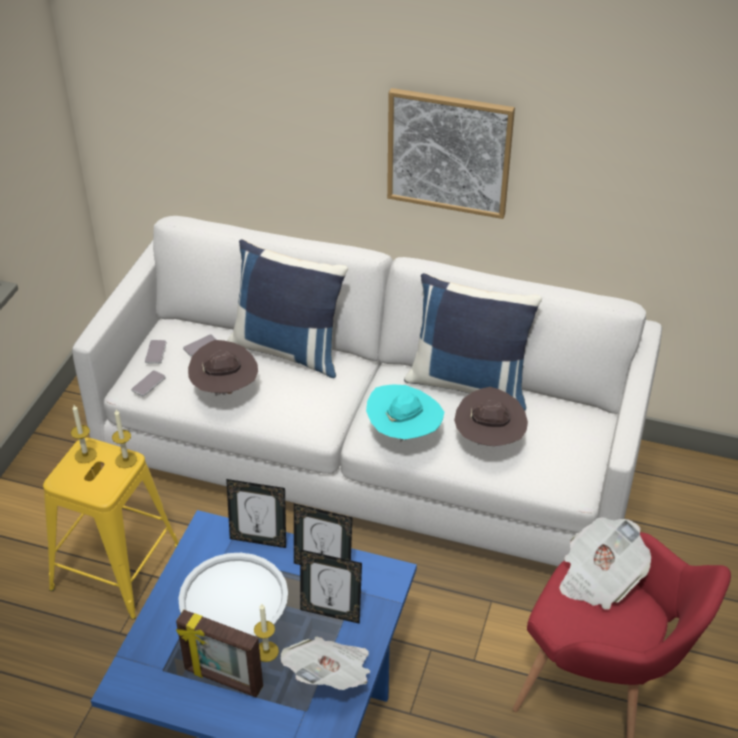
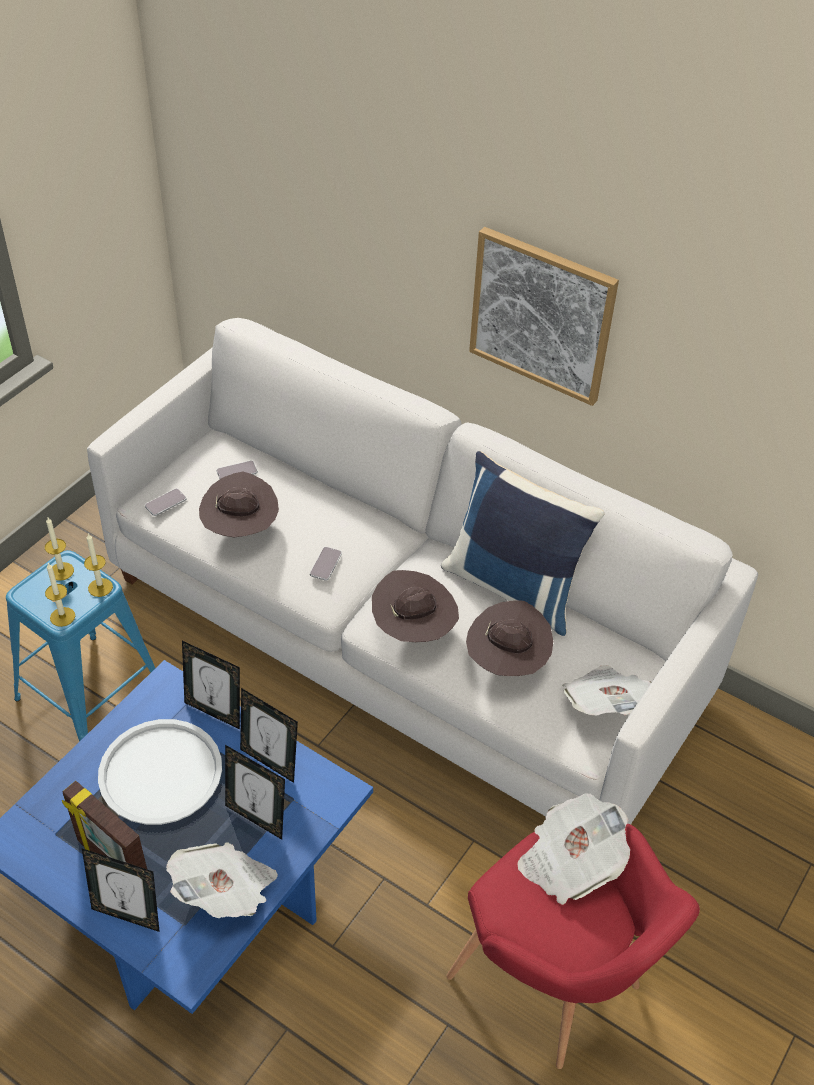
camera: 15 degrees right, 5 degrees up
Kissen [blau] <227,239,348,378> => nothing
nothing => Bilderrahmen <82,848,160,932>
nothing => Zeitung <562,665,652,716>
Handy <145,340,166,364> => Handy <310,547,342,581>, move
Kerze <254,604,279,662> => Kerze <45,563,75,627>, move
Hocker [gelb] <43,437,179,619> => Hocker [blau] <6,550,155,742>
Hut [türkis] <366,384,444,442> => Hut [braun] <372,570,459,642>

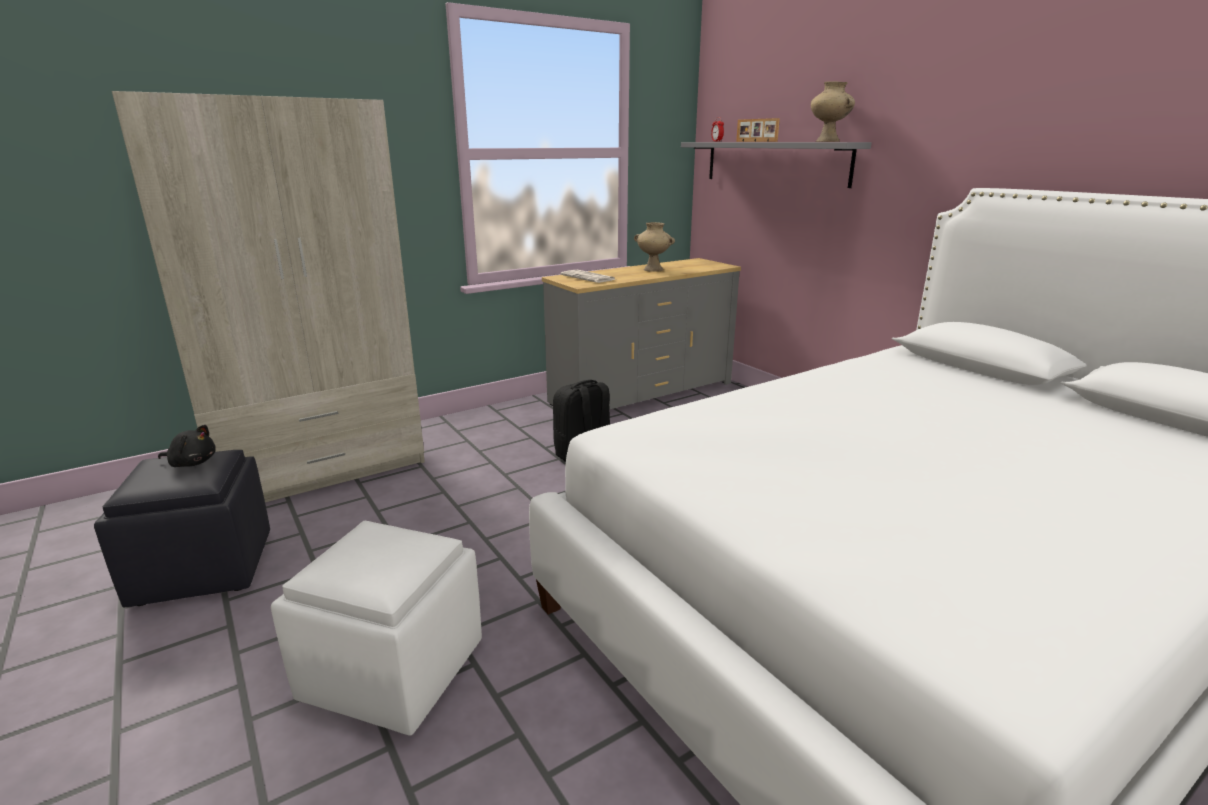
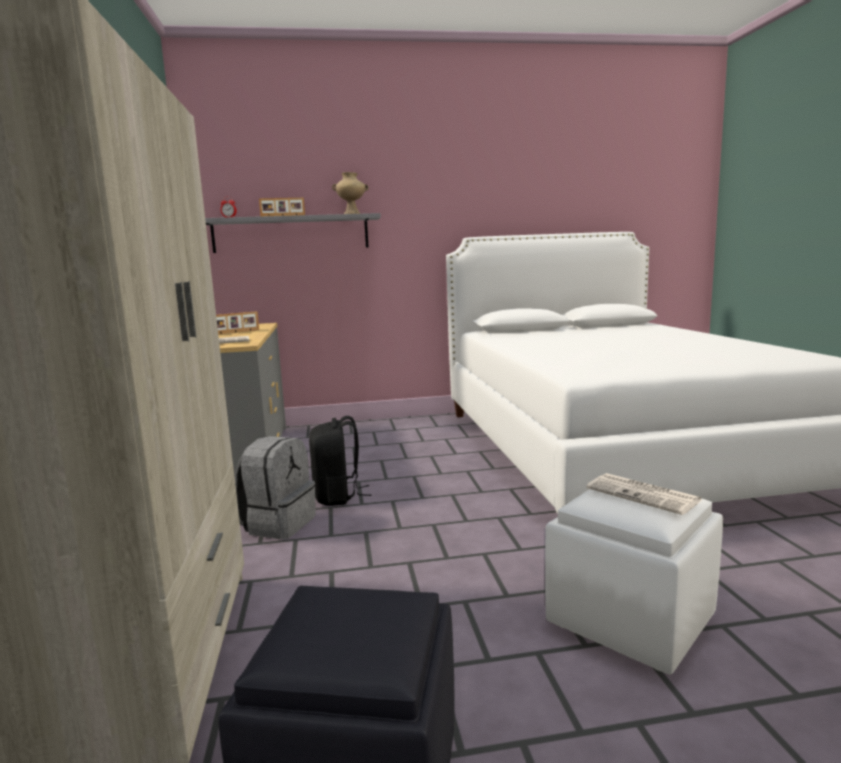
camera: 65 degrees left, 10 degrees down
Plüschtier [schwarz] <158,425,216,467> => nothing
nothing => Rucksack [grau] <235,436,316,539>
nothing => Zeitung <586,473,702,515>
Vase [beige] <634,222,675,272> => Bilderrahmen <216,311,259,334>

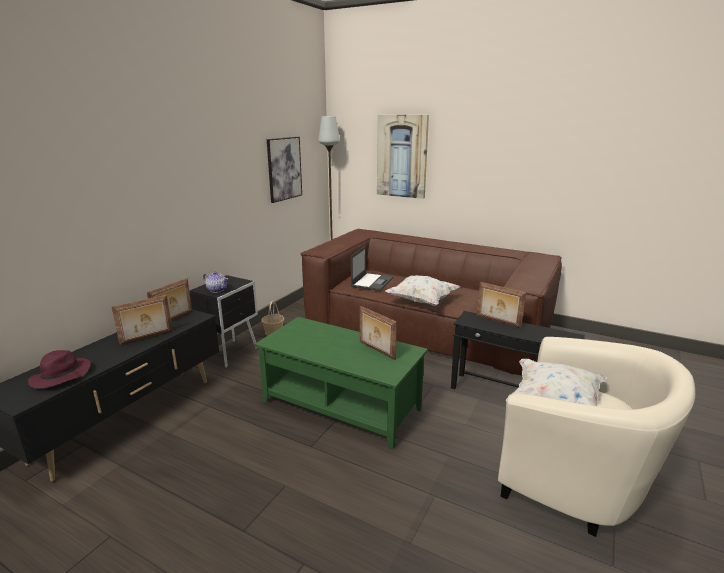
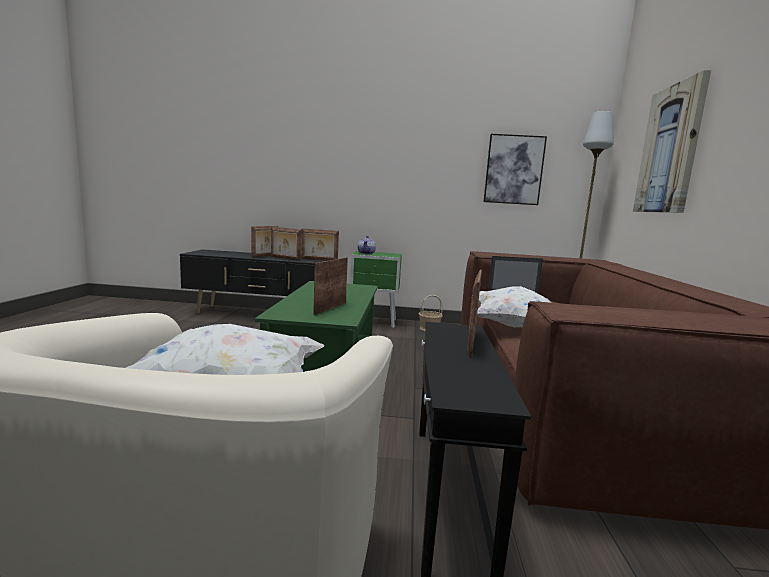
camera: 65 degrees right, 10 degrees down
Hut [lila] <28,350,91,389> => nothing
nothing => Bilderrahmen <251,226,278,258>
Nachttisch [schwarz] <189,275,258,368> => Nachttisch [grün] <350,251,402,328>

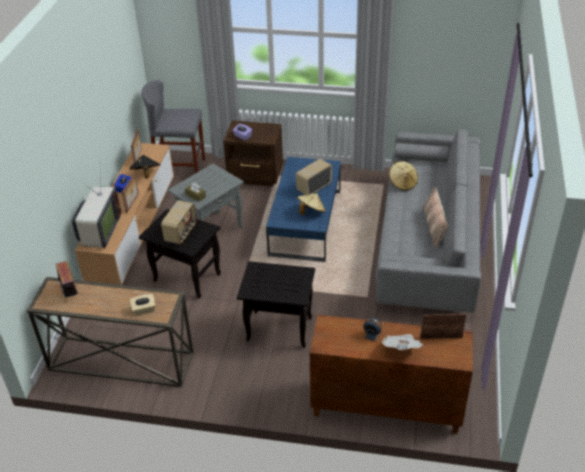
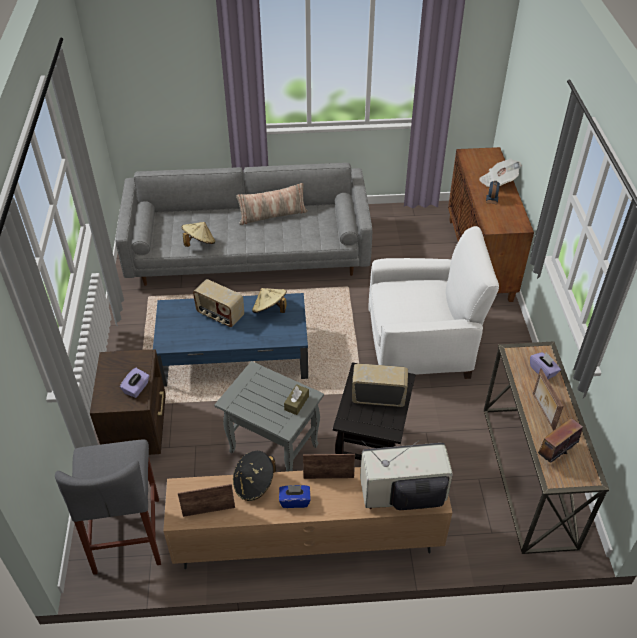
camera: 105 degrees left, 5 degrees up
Bilderrahmen <420,314,466,339> => Bilderrahmen <533,368,564,431>, move
Beistelltisch [schwarz] <237,261,315,348> => Sessel [weiß] <368,226,499,379>
Taschentuchbox [beige] <130,294,156,315> => Taschentuchbox [lila] <530,352,561,379>

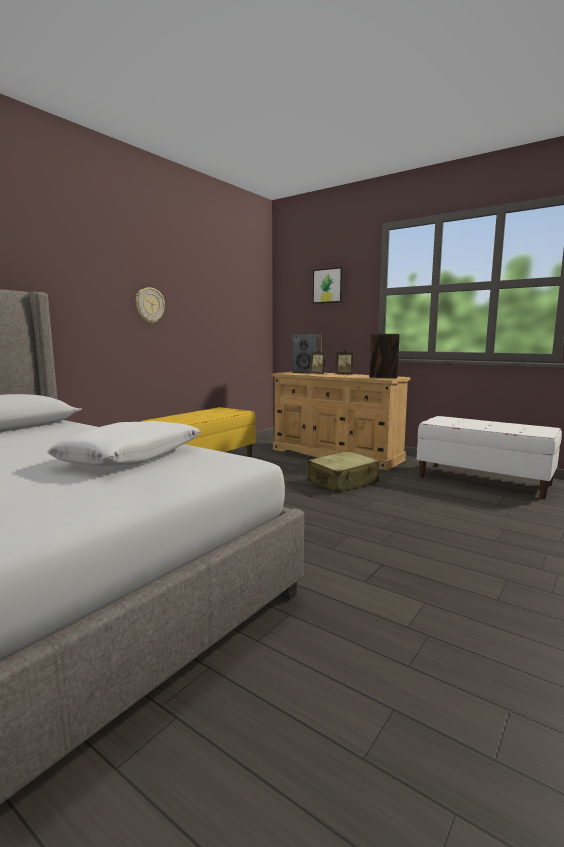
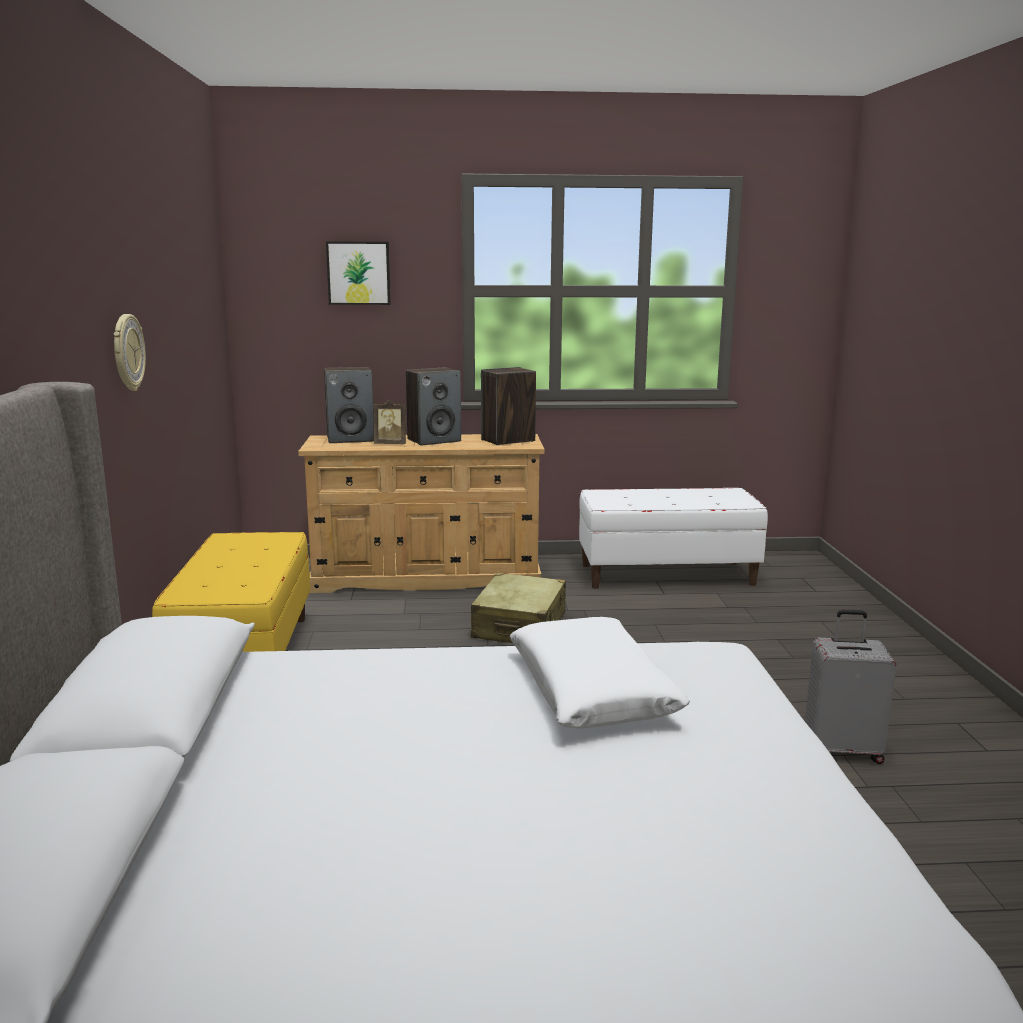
camera: 40 degrees left, 5 degrees up
nothing => Koffer [grau] <805,610,896,764>
Bilderrahmen <335,350,354,375> => Lautsprecher <406,367,461,446>

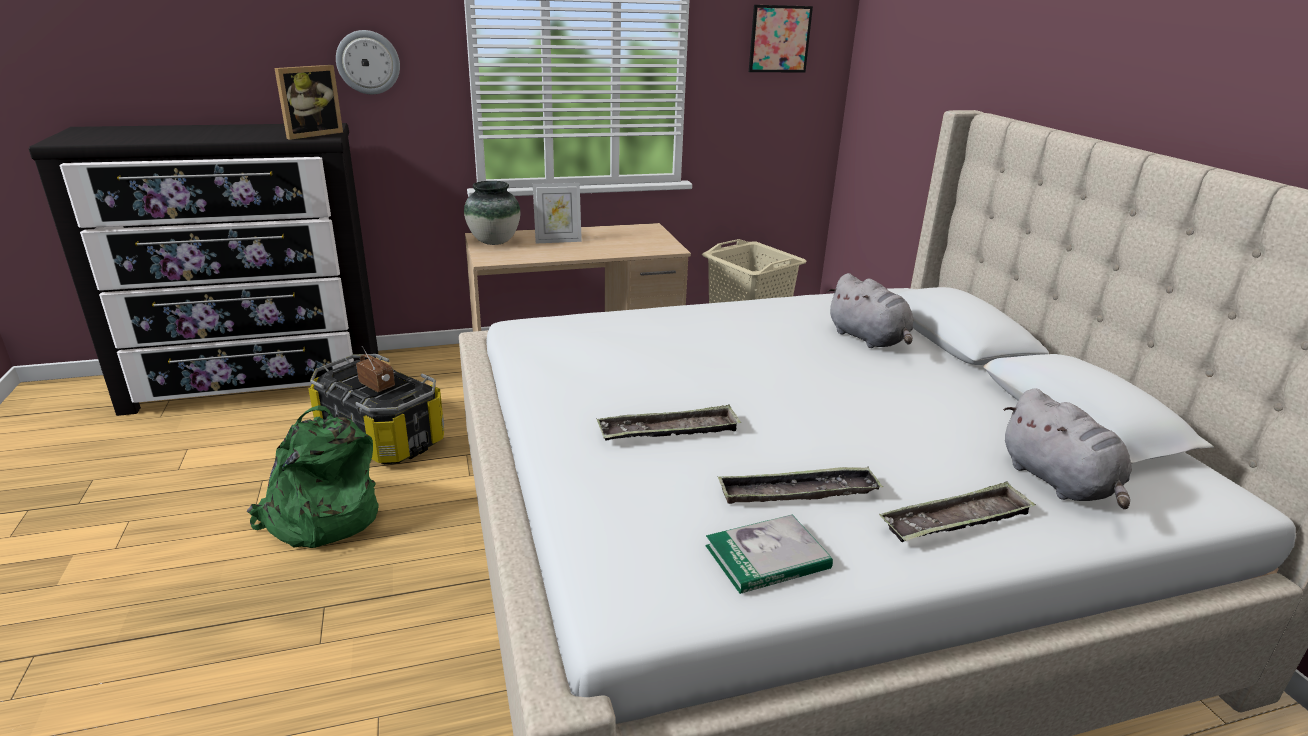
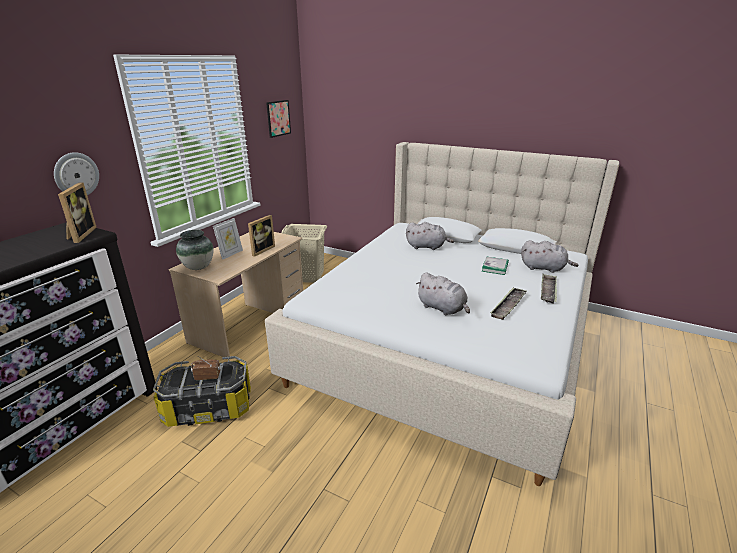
camera: 45 degrees left, 0 degrees up
Rucksack [grün] <247,405,379,548> => nothing
nothing => Bilderrahmen <248,215,275,257>
Buch <705,514,833,594> => Buch <482,256,509,275>, move
Tablett <597,404,741,440> => Plüschtier [grau] <416,273,470,315>

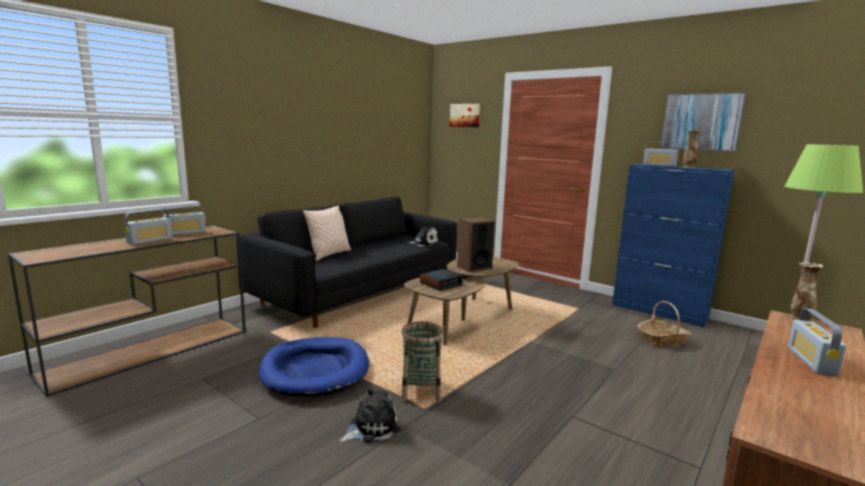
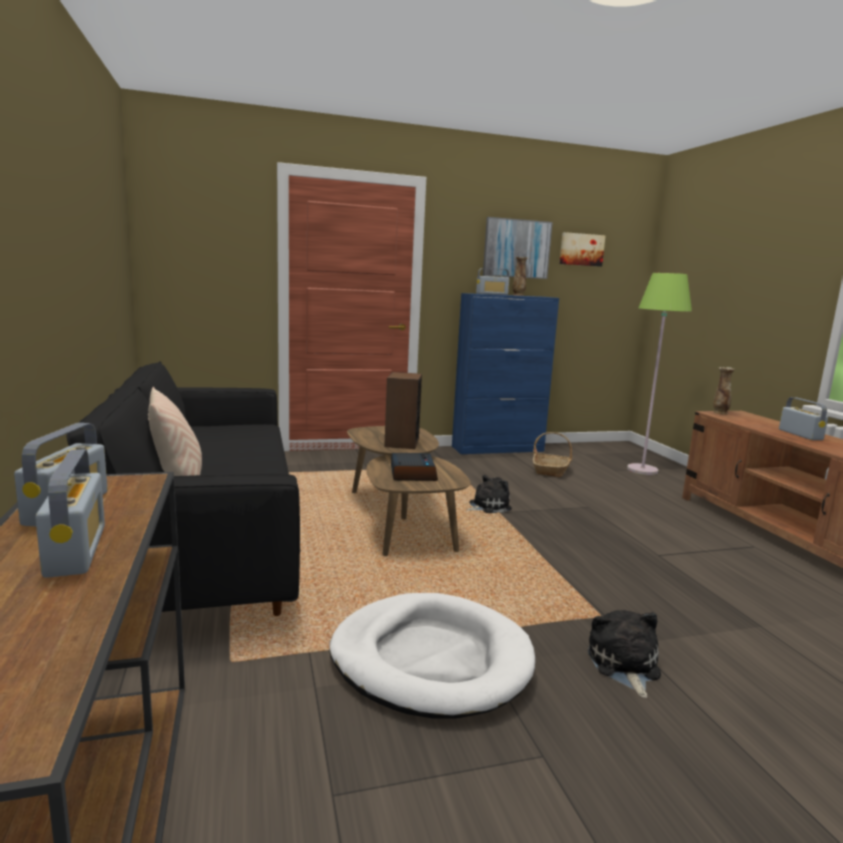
camera: 55 degrees left, 0 degrees up
Korb <401,321,444,402> => nothing
Plüschtier <407,226,439,247> => Plüschtier <466,475,512,513>, move
Bild <450,104,480,127> => Bild <559,232,606,266>, move
Hundebett [blau] <259,337,369,396> => Hundebett [weiß] <329,593,535,719>
Radio <788,308,846,376> => Radio <779,397,828,440>, 150 degrees counterclockwise

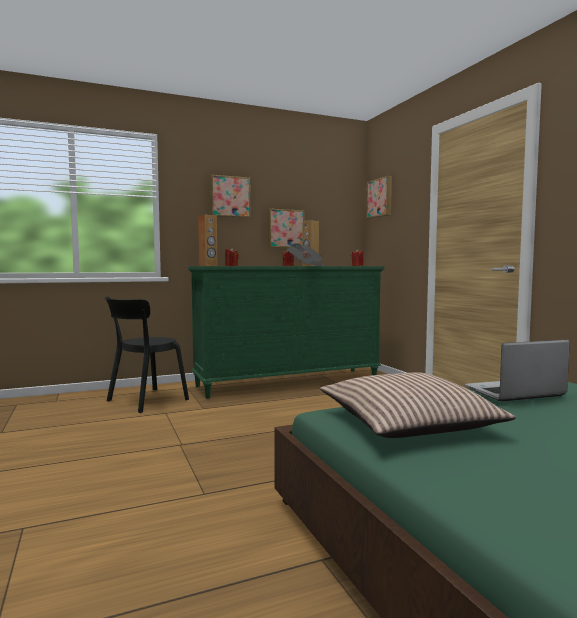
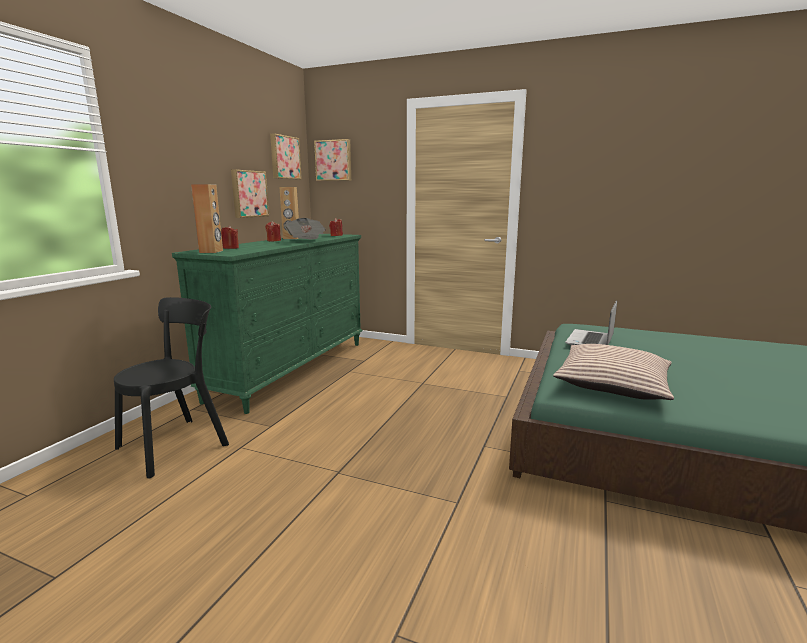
camera: 45 degrees left, 10 degrees up
Bild <210,175,250,218> => Bild <270,133,302,180>, move
Stuhl [schwarz] <105,297,189,413> => Stuhl [schwarz] <114,297,229,478>, 135 degrees counterclockwise

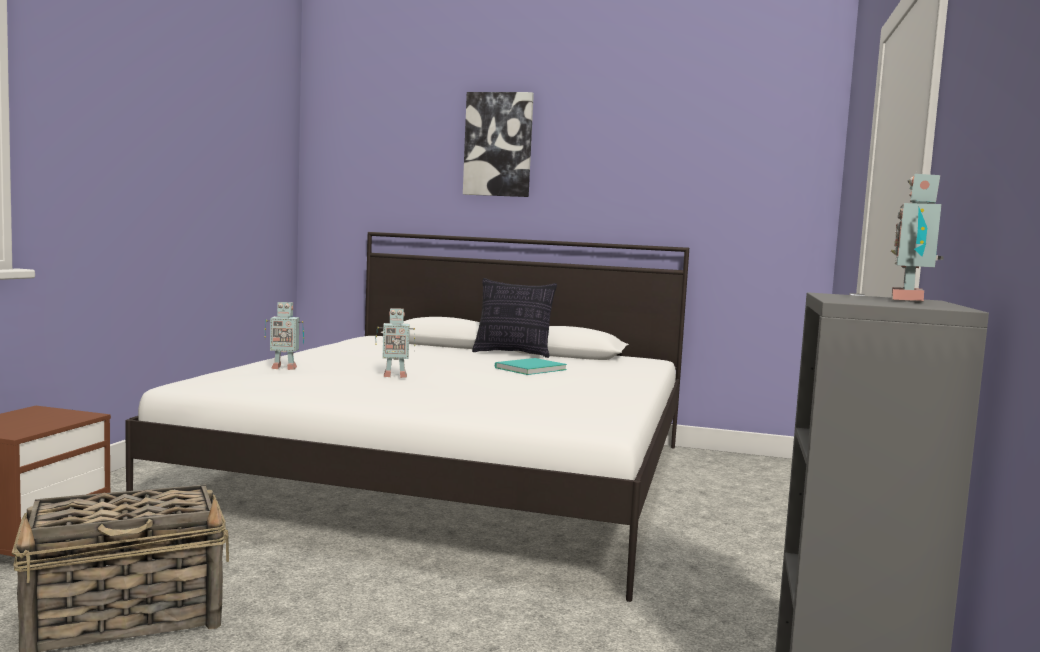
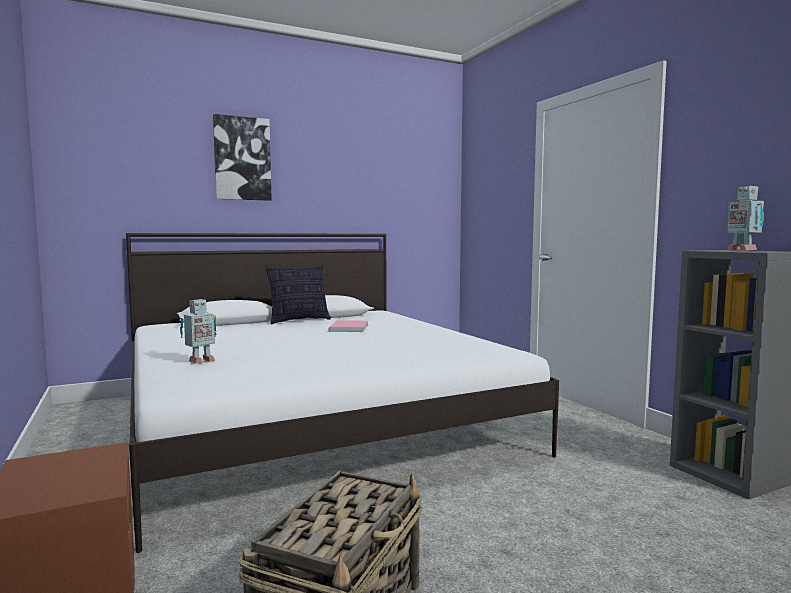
camera: 40 degrees left, 0 degrees up
Spielzeugroboter <376,308,415,378> => nothing
Buch [türkis] <495,358,567,375> => Buch [rosa] <328,320,368,332>

